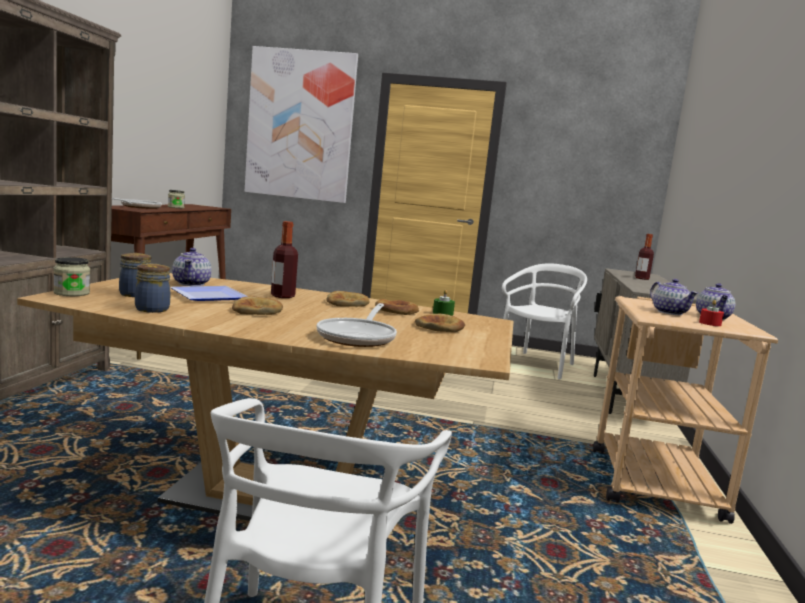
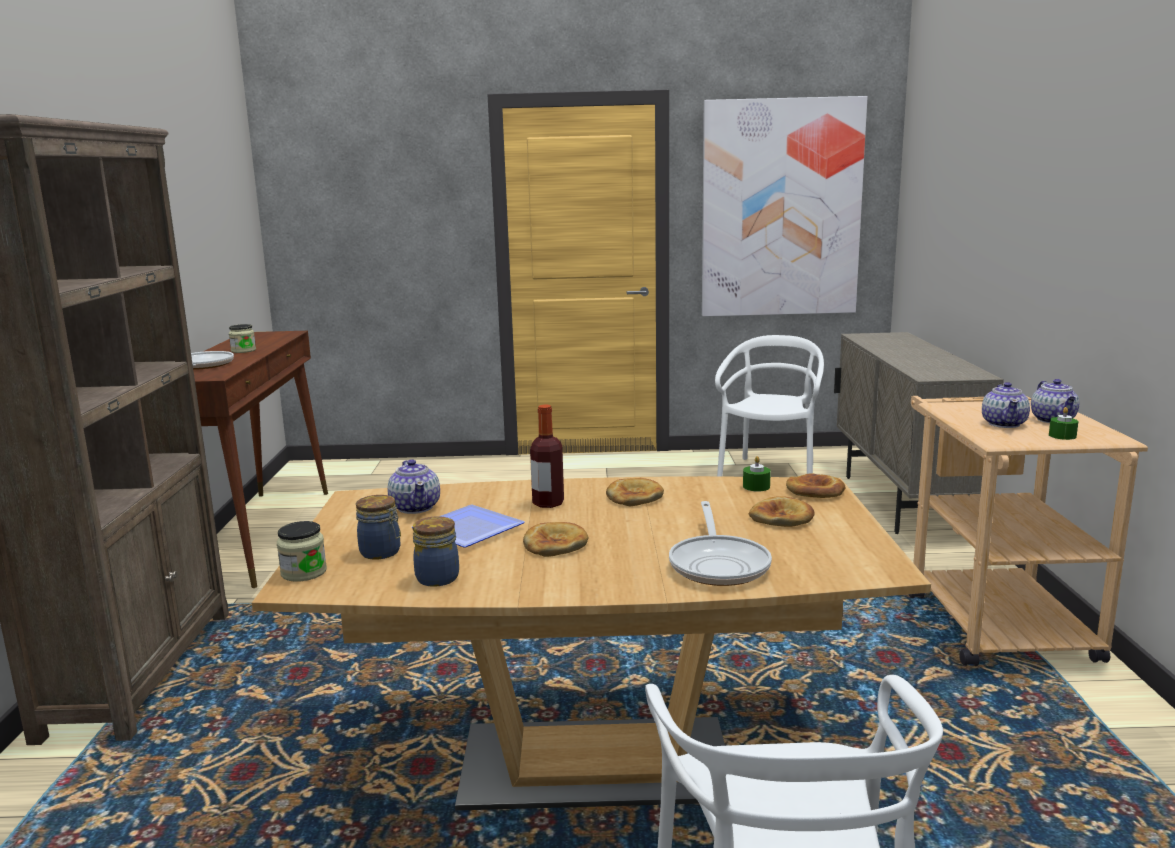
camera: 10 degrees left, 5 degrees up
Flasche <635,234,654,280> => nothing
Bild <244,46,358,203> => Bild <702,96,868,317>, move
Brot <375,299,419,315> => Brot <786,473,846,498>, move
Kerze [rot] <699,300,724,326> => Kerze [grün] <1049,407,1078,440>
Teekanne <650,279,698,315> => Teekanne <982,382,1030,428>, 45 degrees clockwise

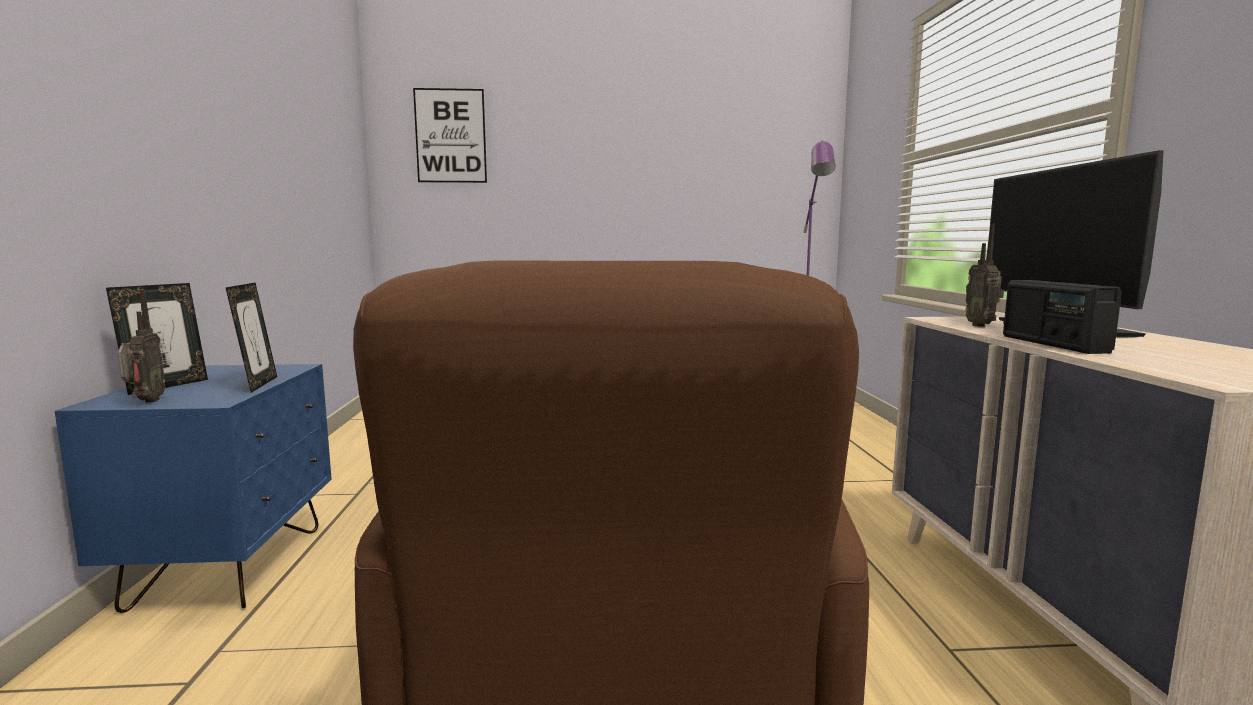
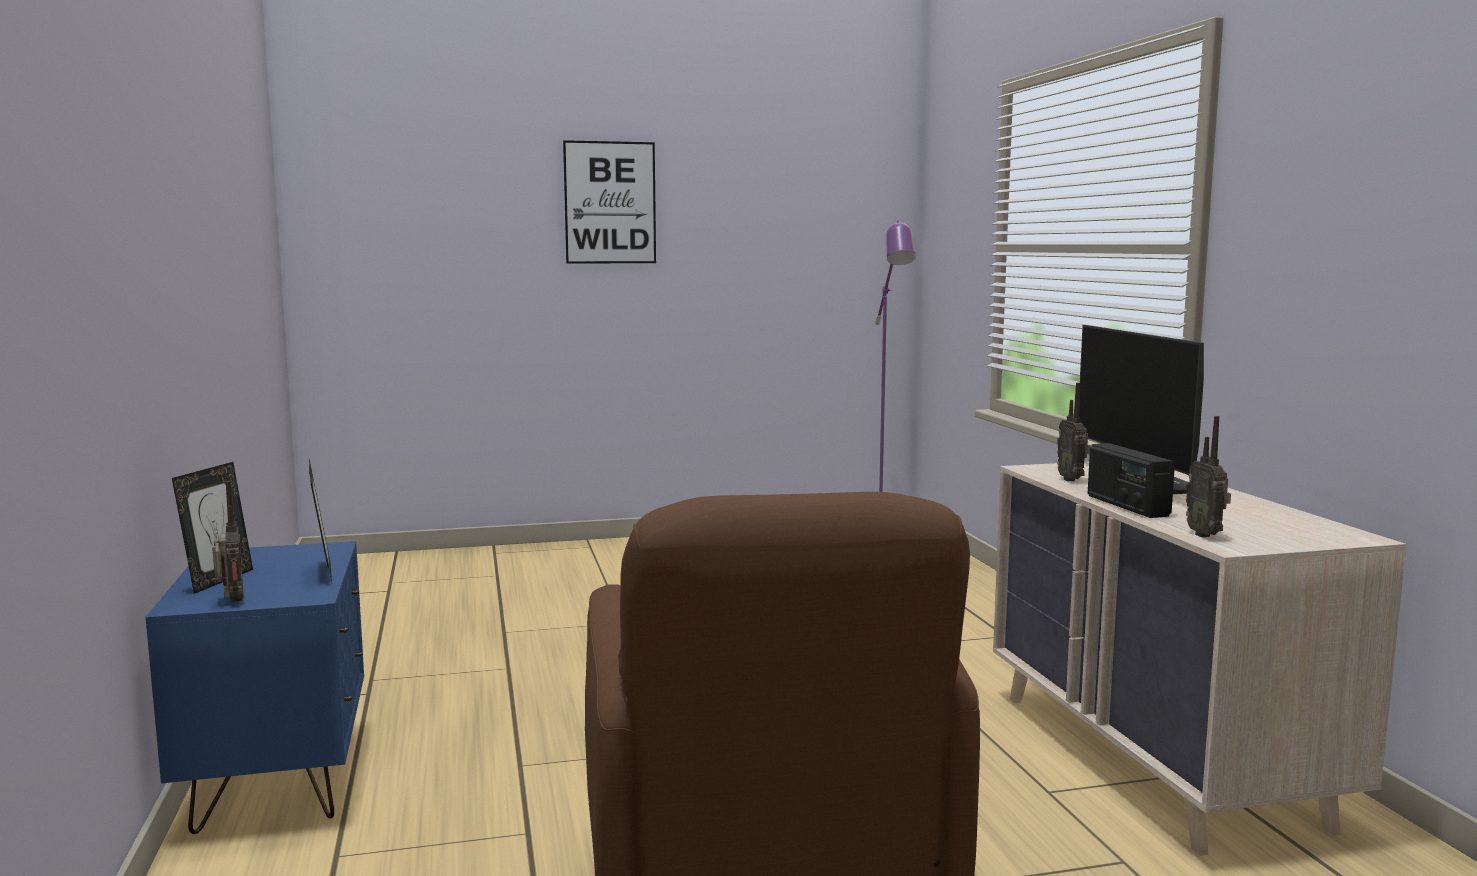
camera: 10 degrees left, 0 degrees up
nothing => Radio <1186,416,1231,537>
Bild <413,88,487,183> => Bild <563,140,656,264>, move

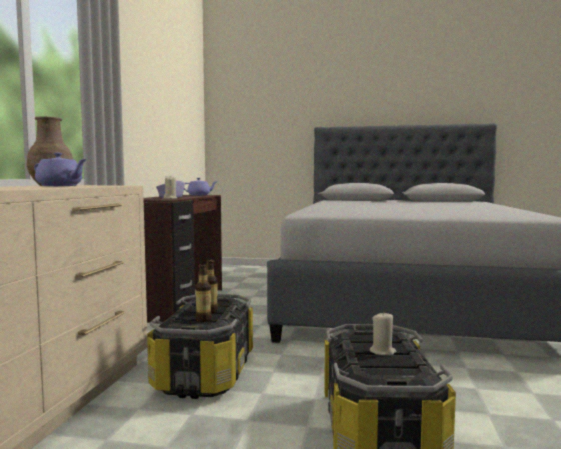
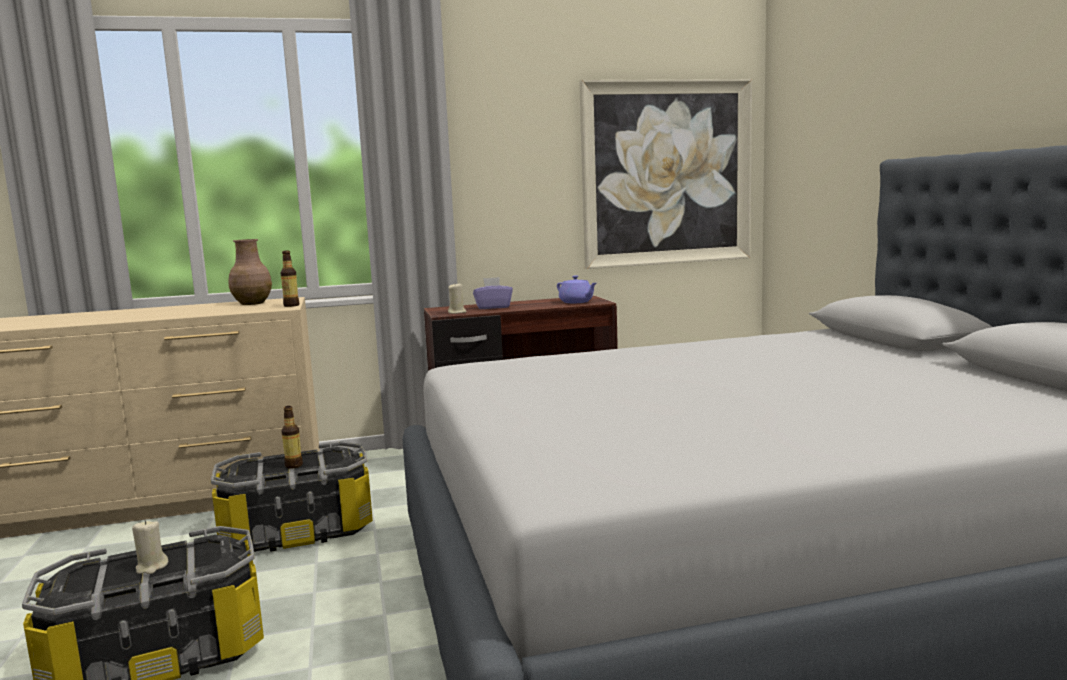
camera: 65 degrees right, 5 degrees up
Teekanne [lila] <34,153,87,186> => nothing
nothing => Bild <579,79,752,269>
Flasche <195,264,212,322> => Flasche <280,250,299,307>, move

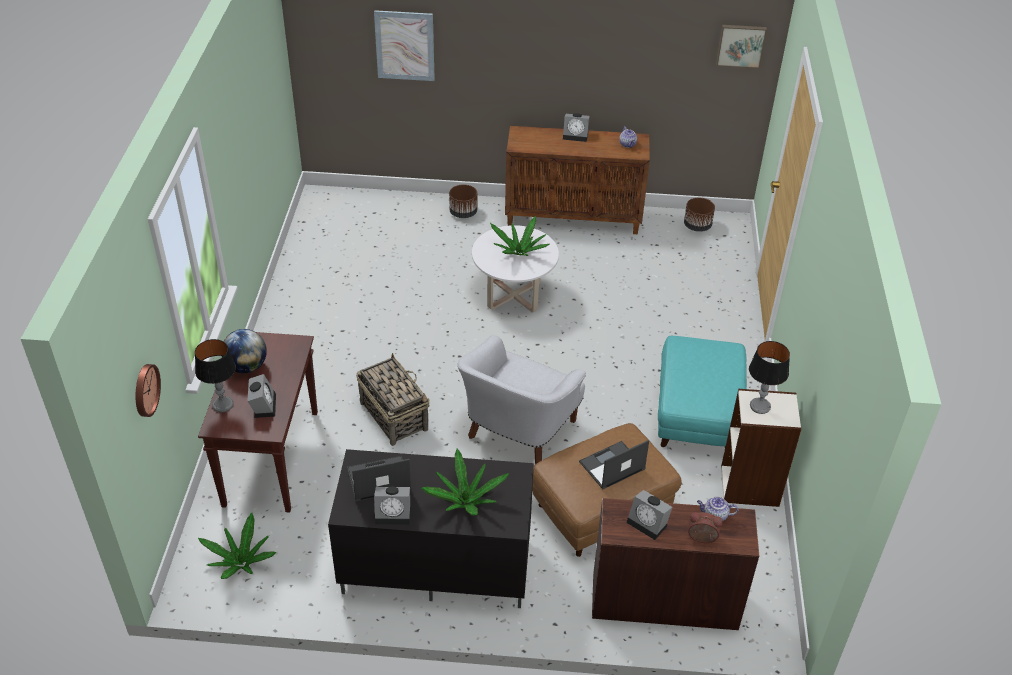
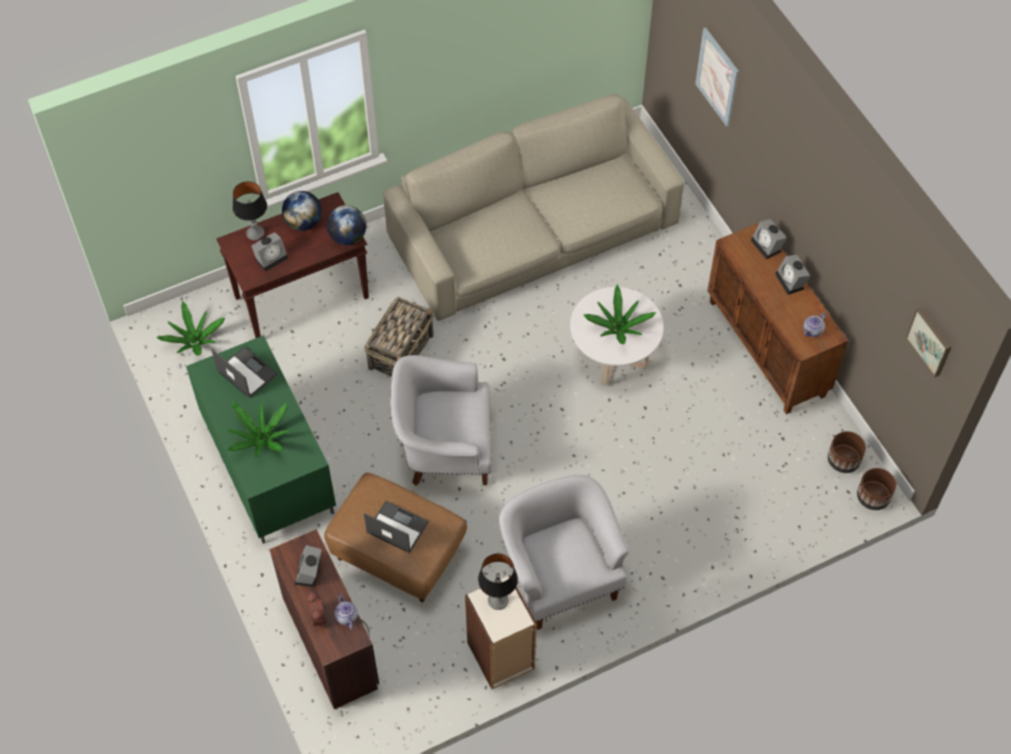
camera: 60 degrees right, 15 degrees up
Wanduhr <135,364,161,417> => nothing
nothing => Globus <326,205,367,245>
nothing => Sofa [beige] <383,94,684,321>
Wecker <374,486,411,525> => Wecker <750,219,787,259>, move
Pflanzkübel [braun] <449,184,477,218> => Pflanzkübel [braun] <857,468,896,510>, move
Polsterhocker [türkis] <658,336,747,447> => Sessel [weiß] <499,475,629,630>
Fernsehschrank [schwarz] <328,449,534,608> => Fernsehschrank [grün] <186,335,336,544>

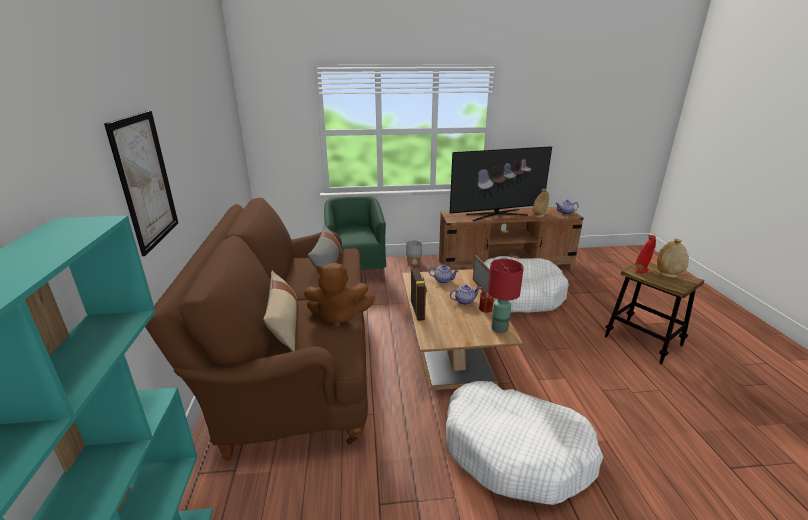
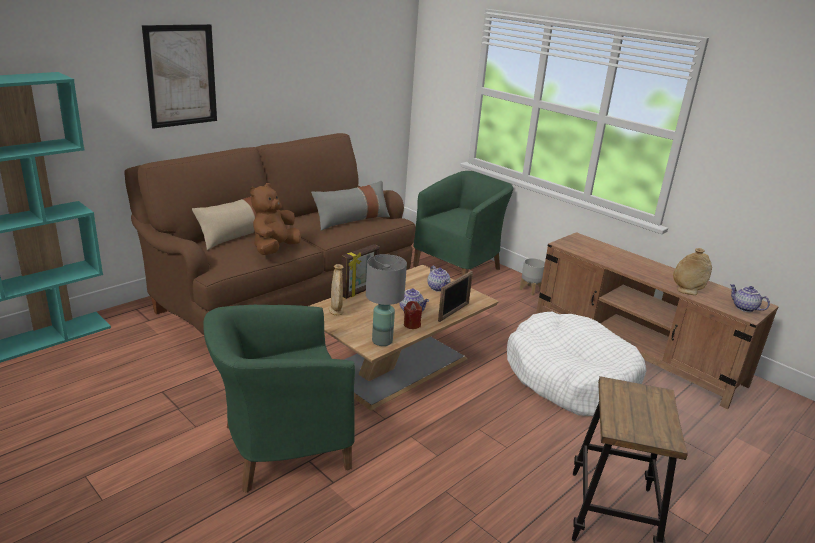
camera: 50 degrees right, 0 degrees up
Fernseher <450,146,552,221> => nothing
Vase [rot] <635,235,656,274> => nothing
Vase [beige] <657,239,689,278> => Vase [beige] <329,264,344,316>, move
Hundebett [weiß] <446,381,603,505> => Sessel [grün] <203,305,355,493>
Tischlampe [rot] <488,259,524,333> => Tischlampe [grau] <366,254,407,346>
Plüschtier [braun] <304,263,375,328> => Plüschtier [braun] <250,183,301,255>, 60 degrees clockwise

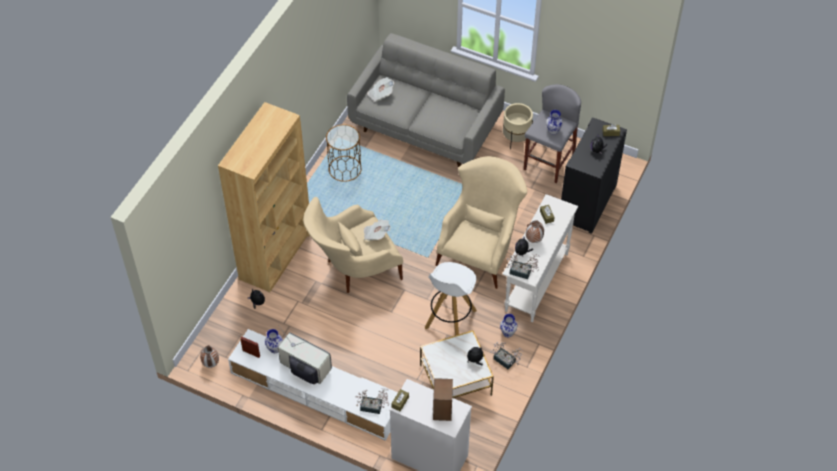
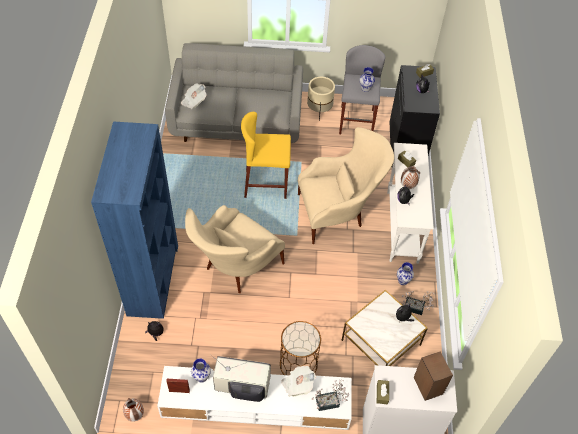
camera: 25 degrees left, 0 degrees up
Hocker [weiß] <425,262,477,336> => nothing
Topfpflanze <507,254,540,279> => nothing
nothing => Hocker [gelb] <241,112,291,199>
Beistelltisch [braun] <326,124,362,182> => Beistelltisch [braun] <280,321,321,375>, move
Zeitung <364,220,390,241> => Zeitung <281,366,316,397>, move
Bücherregal [braun] <218,102,309,292> => Bücherregal [blau] <91,121,178,319>
Sessel [beige] <436,156,527,289> => Sessel [beige] <298,127,394,244>, 75 degrees clockwise

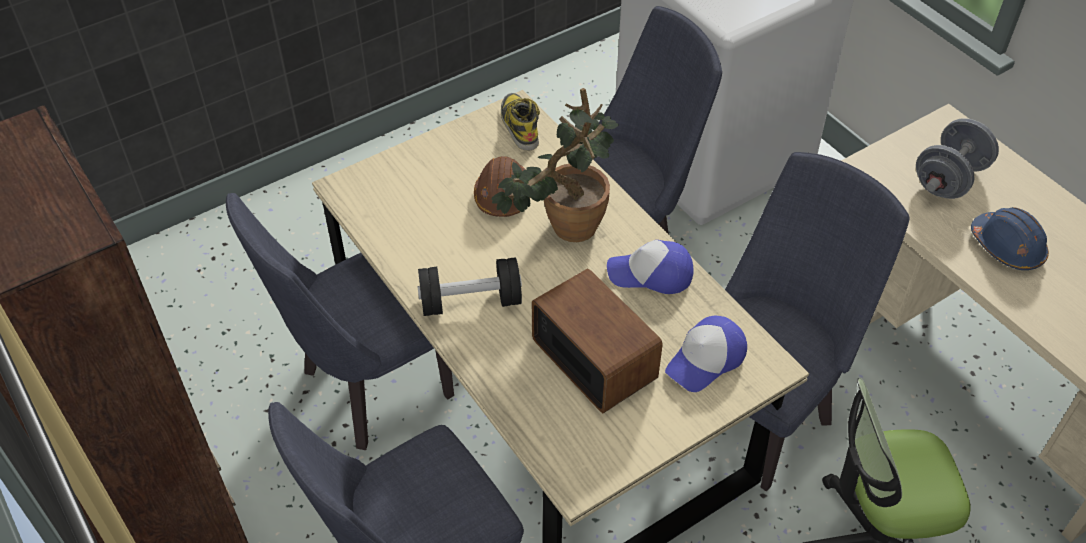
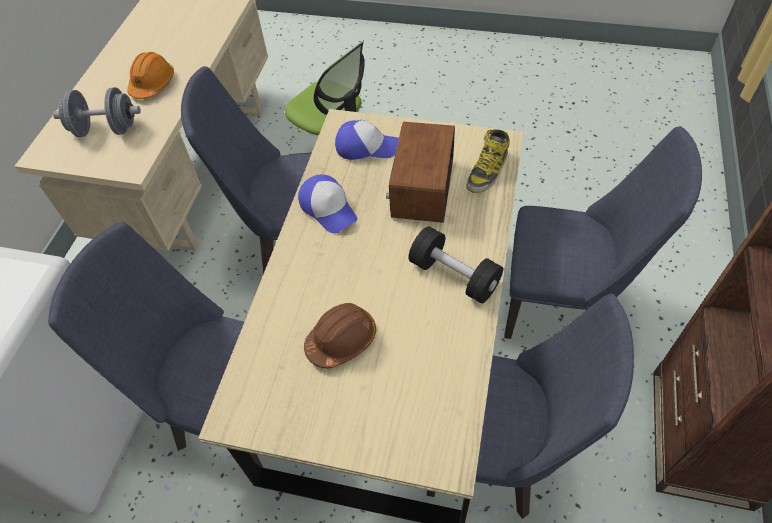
camera: 130 degrees left, 5 degrees up
Topfpflanze <491,88,619,242> => nothing
Stiefel <501,93,540,150> => Stiefel <466,129,510,193>, move
Schutzhelm [blau] <971,207,1049,270> => Schutzhelm [orange] <127,52,174,99>

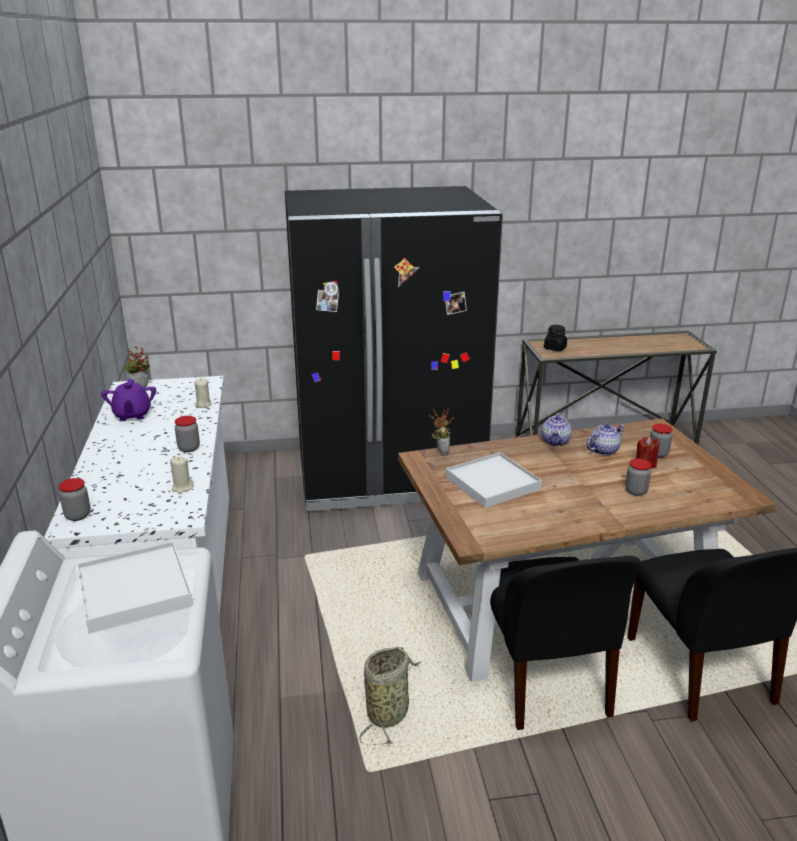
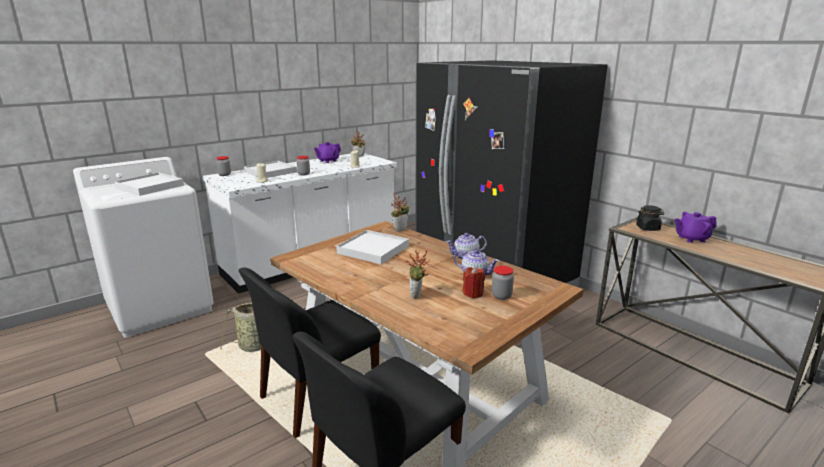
camera: 60 degrees right, 5 degrees down
nothing => Tablett [weiß] <244,161,297,178>
nothing => Teekanne [lila] <675,212,717,243>
Vorratsglas <625,459,651,496> => Topfpflanze <406,250,430,299>

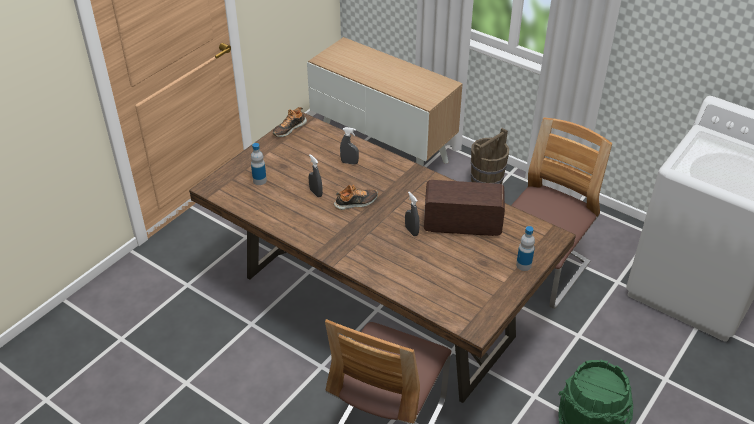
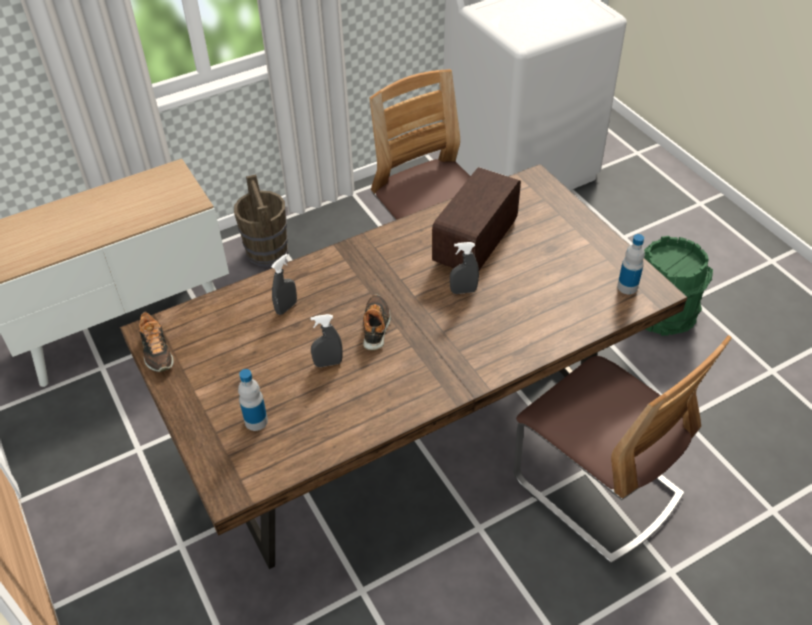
camera: 65 degrees left, 5 degrees up
Flasche <516,226,535,271> => Flasche <617,234,645,294>, move

